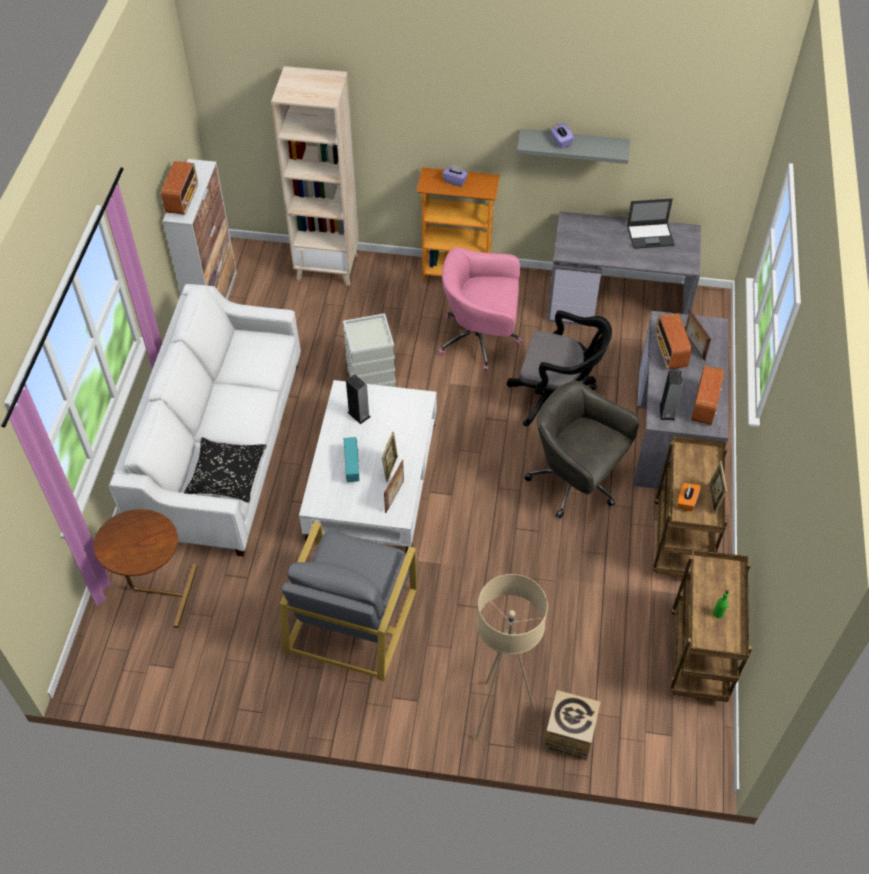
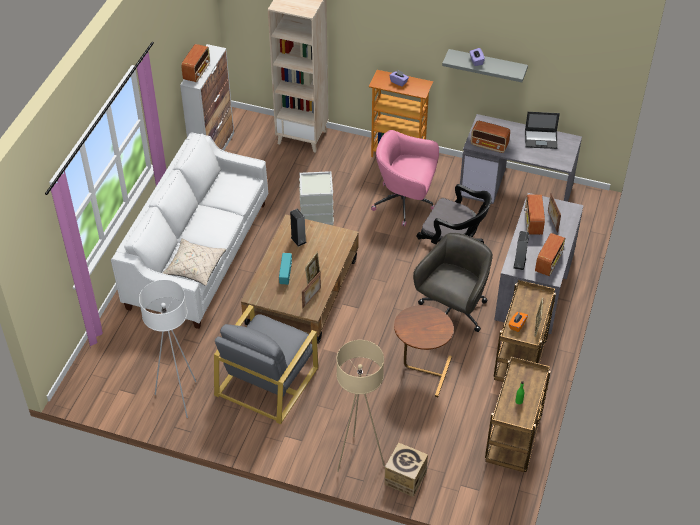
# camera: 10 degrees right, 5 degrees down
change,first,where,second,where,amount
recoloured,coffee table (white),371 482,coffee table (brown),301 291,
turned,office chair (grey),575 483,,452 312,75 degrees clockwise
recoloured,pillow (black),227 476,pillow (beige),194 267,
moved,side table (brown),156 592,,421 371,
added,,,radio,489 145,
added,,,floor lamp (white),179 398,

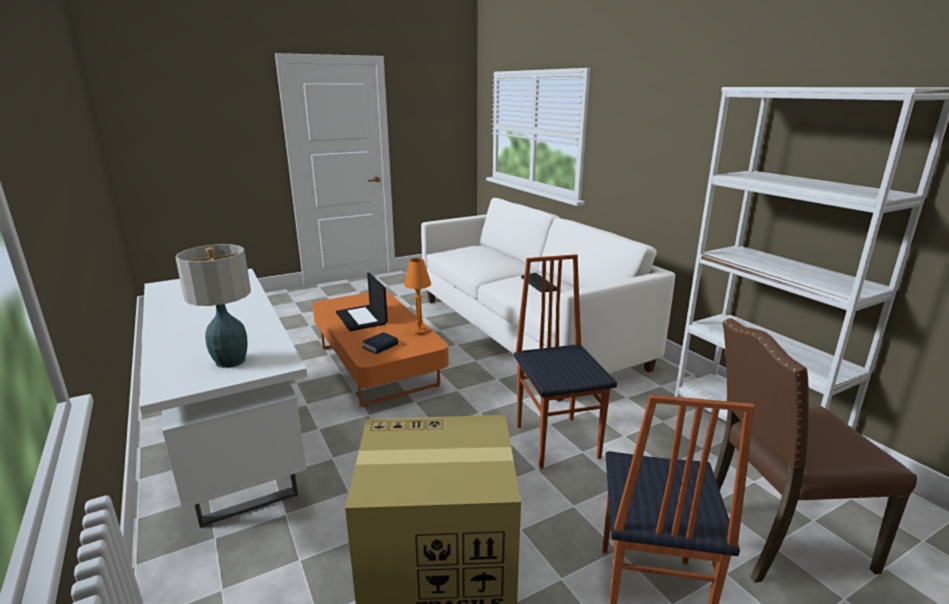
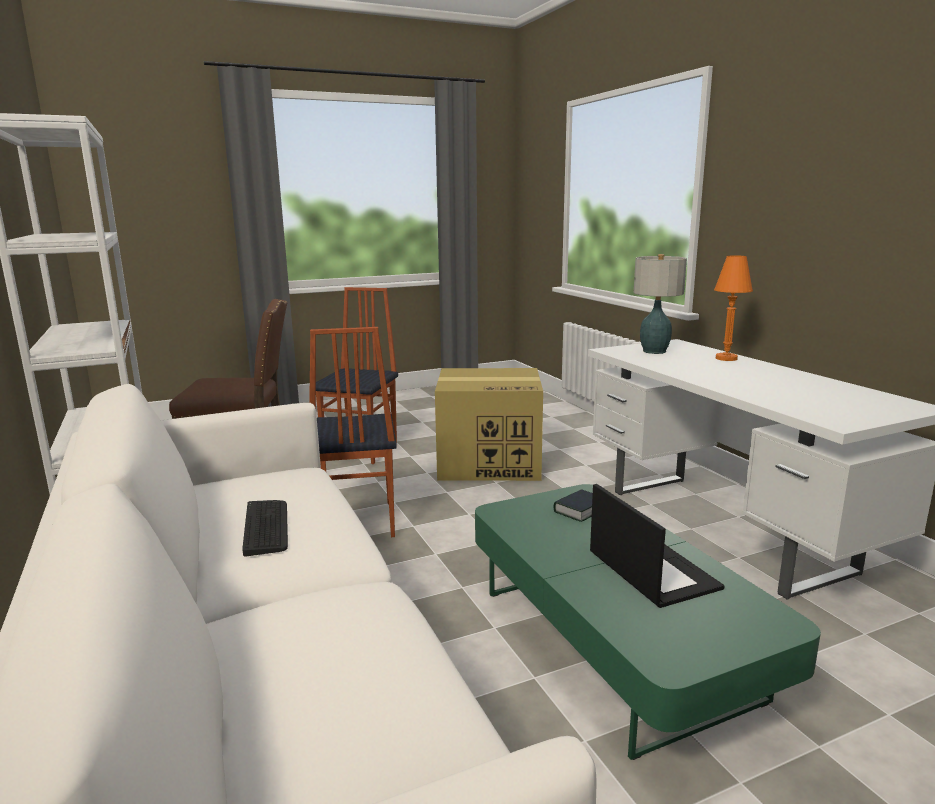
# camera: 175 degrees left, 5 degrees down
change,first,where,second,where,amount
moved,table lamp (orange),419 331,,726 358,
recoloured,coffee table (orange),377 366,coffee table (green),613 642,

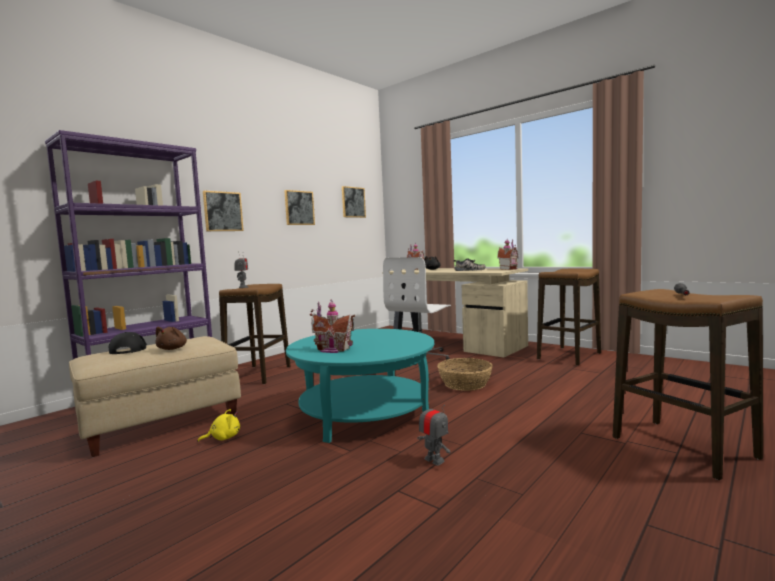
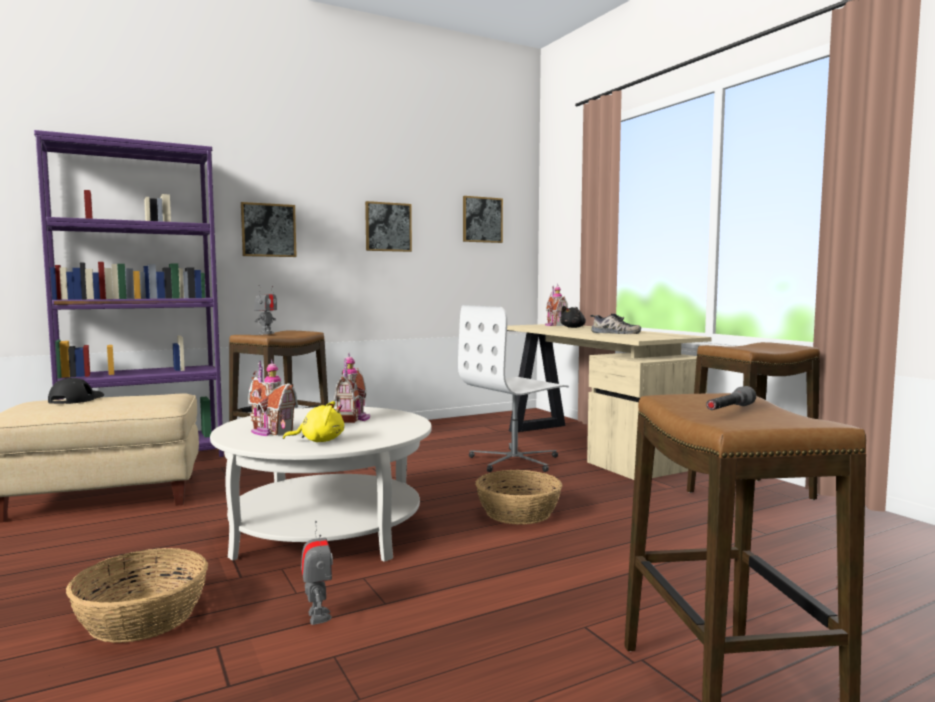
# camera: 20 degrees right, 0 degrees up
change,first,where,second,where,amount
moved,toy house,509 269,,355 418,
removed,plush toy (brown),173 349,,,
recoloured,coffee table (turquoise),364 413,coffee table (white),326 529,
moved,plush toy (yellow),223 438,,319 441,
added,,,basket,141 617,

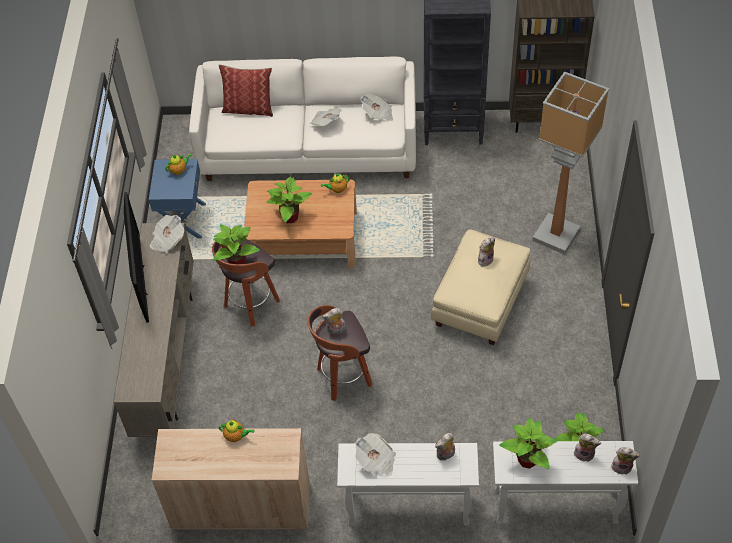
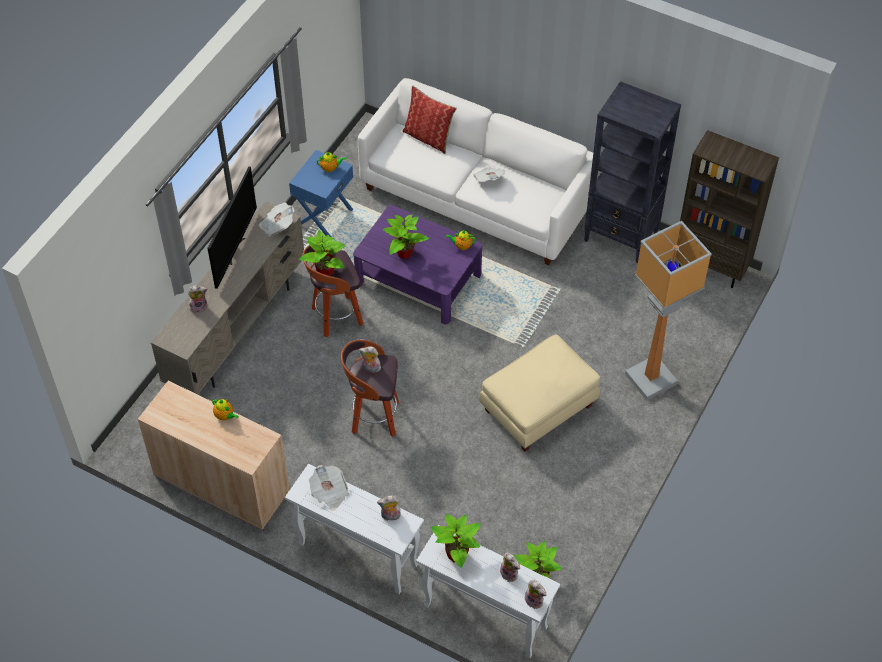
# camera: 25 degrees right, 0 degrees up
change,first,where,second,where,amount
removed,newspaper,378 113,,,
recoloured,coffee table (brown),303 238,coffee table (purple),418 279,
moved,plush toy,485 259,,199 306,

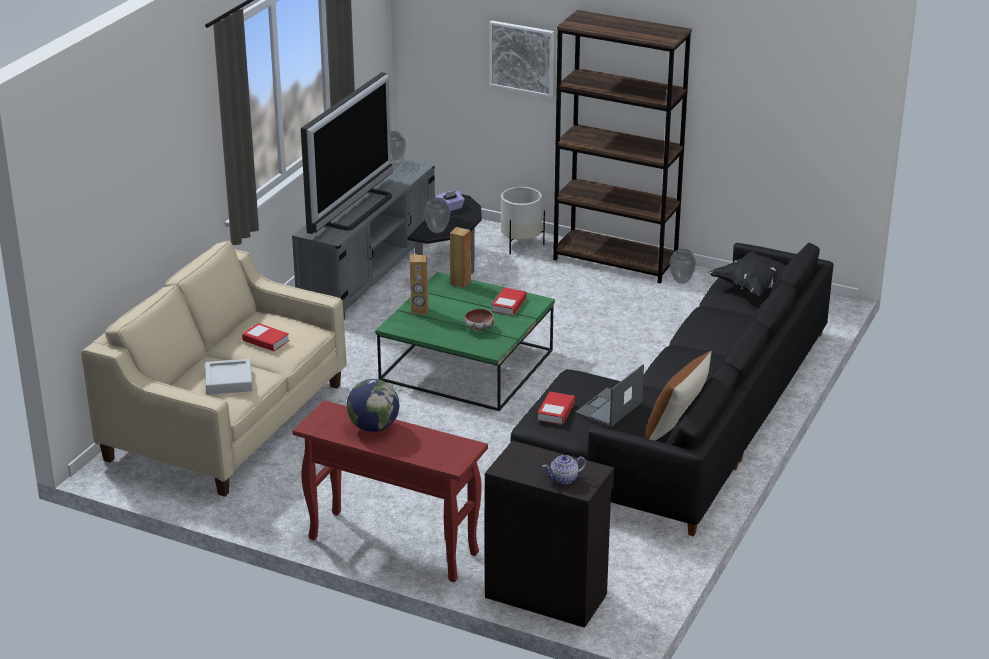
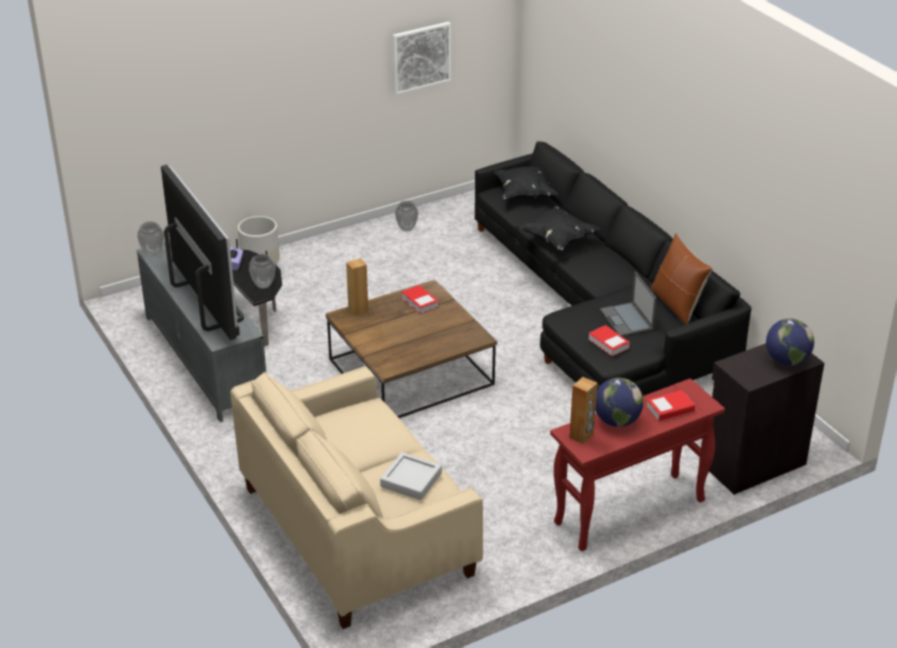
# camera: 55 degrees left, 5 degrees up
change,first,where,second,where,amount
removed,bookcase (brown),615 261,,,
moved,picture,522 58,,421 57,
moved,speaker (brown),419 310,,581 436,
recoloured,coffee table (green),467 366,coffee table (brown),412 372,
removed,bowl,479 328,,,
moved,book,265 341,,670 409,
replaced,teapot,564 479,globe,786 361,
added,,,pillow (black),558 239,

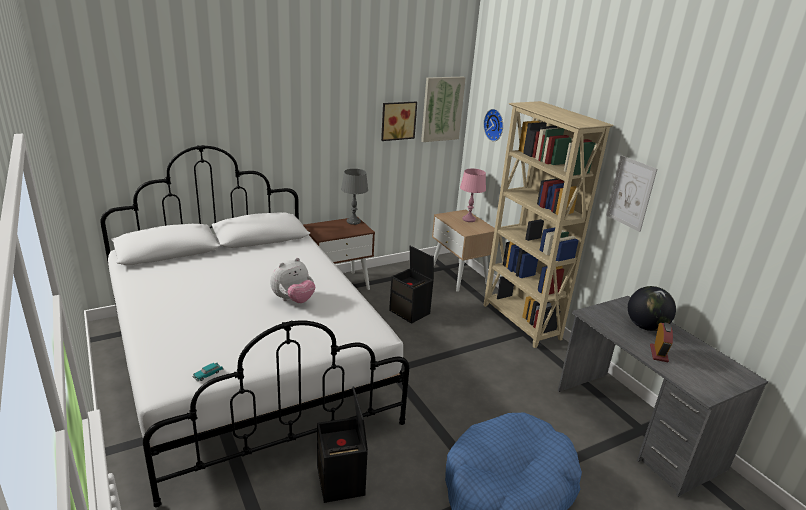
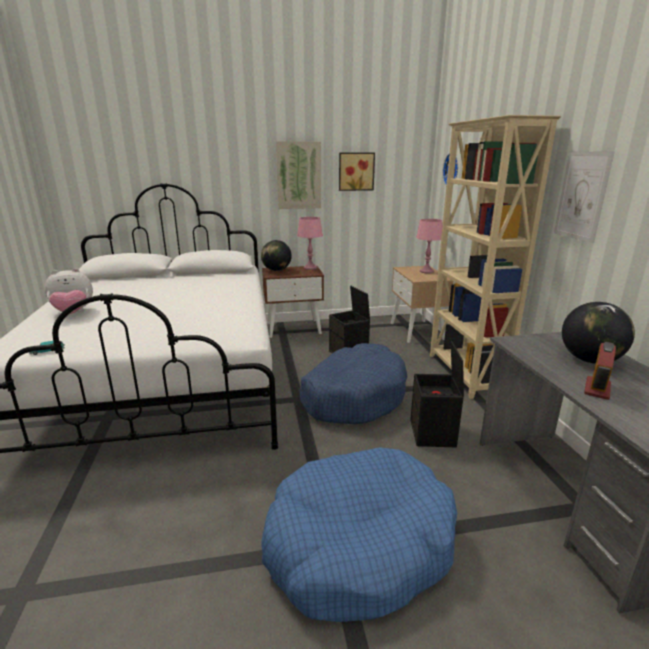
# camera: 20 degrees right, 5 degrees down
change,first,where,second,where,amount
moved,picture,442 109,,298 175,
recoloured,table lamp (grey),353 221,table lamp (pink),310 268,
moved,plush toy,293 300,,73 313,
moved,storage box (black),341 481,,433 434,
added,,,globe,276 270,
added,,,dog bed (blue),353 396,

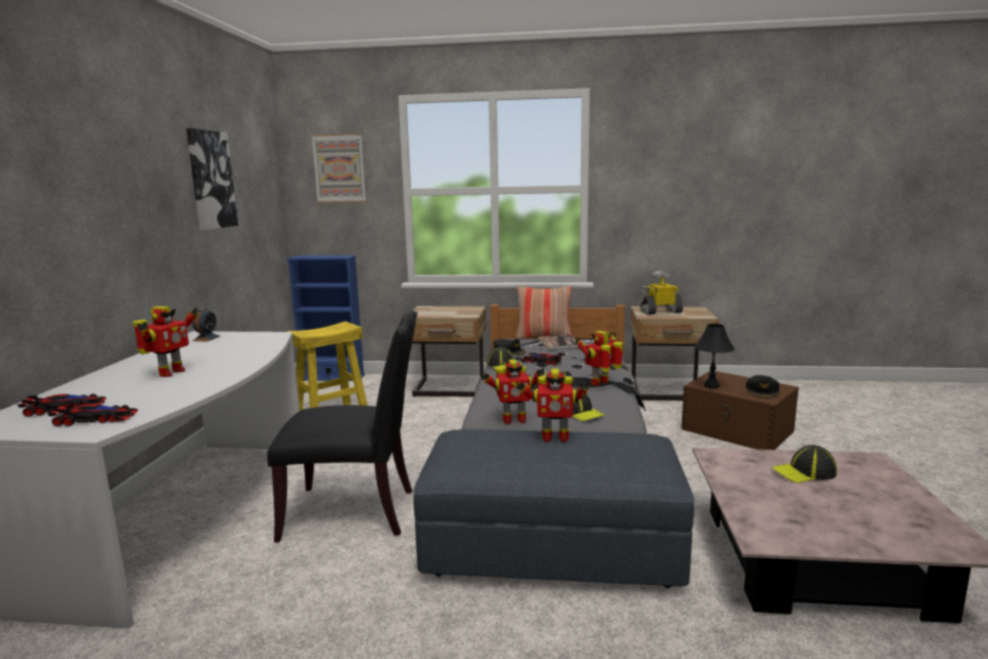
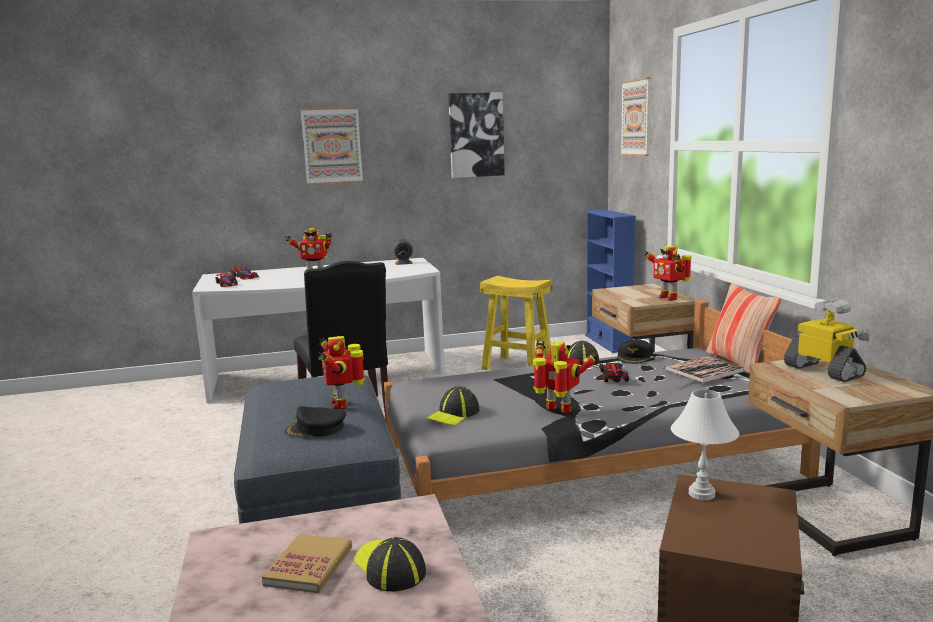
# camera: 70 degrees right, 0 degrees up
change,first,where,second,where,amount
recoloured,table lamp (black),711 386,table lamp (white),701 493,
moved,toy robot,513 420,,669 298,
moved,cap (black),762 391,,316 429,
added,,,picture,332 146,
added,,,book,309 566,

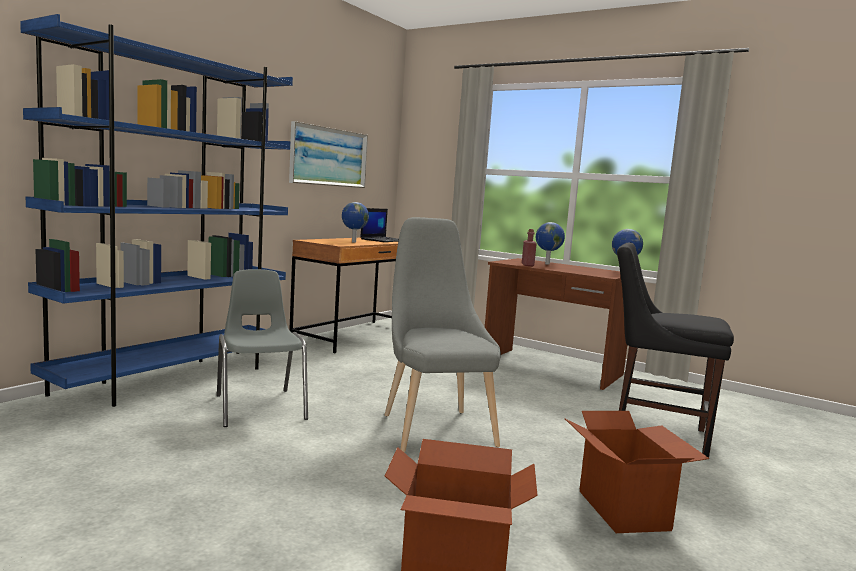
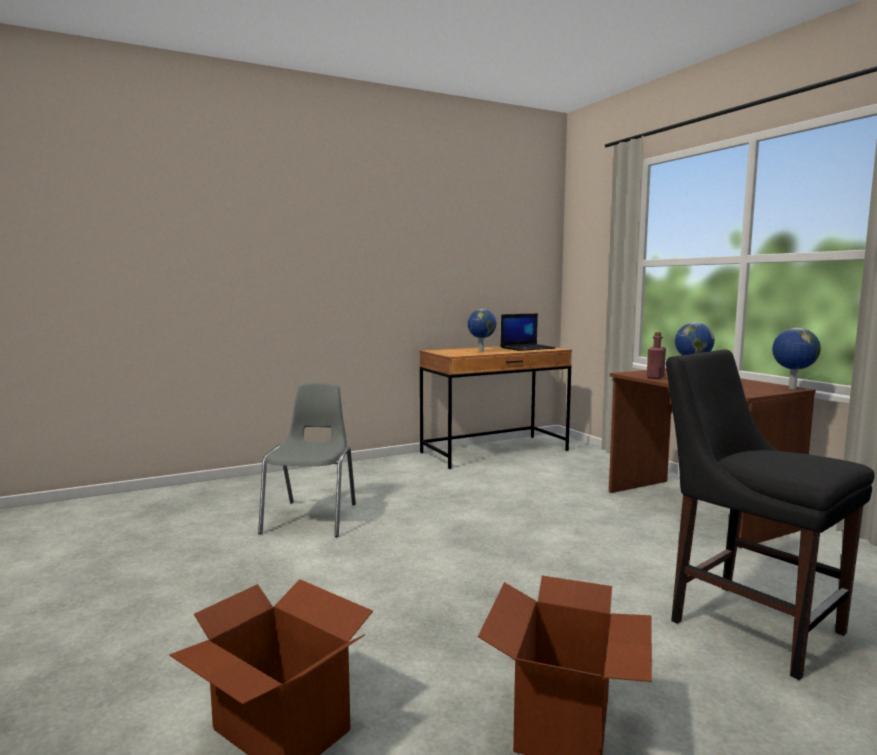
# camera: 30 degrees right, 0 degrees up
change,first,where,second,where,amount
removed,bookcase (blue),174 378,,,
removed,picture,329 157,,,
removed,chair (grey),434 427,,,

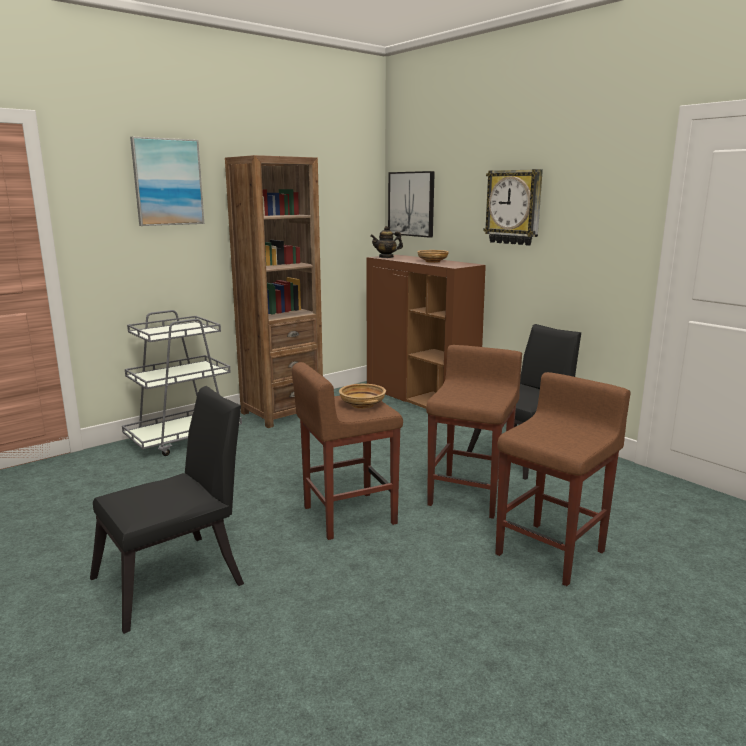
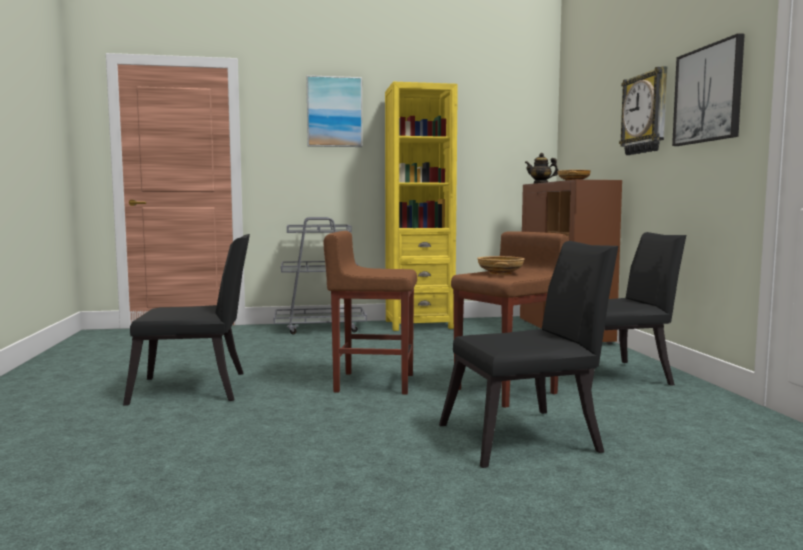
# camera: 30 degrees right, 10 degrees down
change,first,where,second,where,amount
recoloured,bookcase (brown),282 413,bookcase (yellow),419 324,
moved,picture,411 204,,708 94,
replaced,stool (brown),551 552,chair (black),528 438,
moved,bowl (beige),363 405,,500 273,

